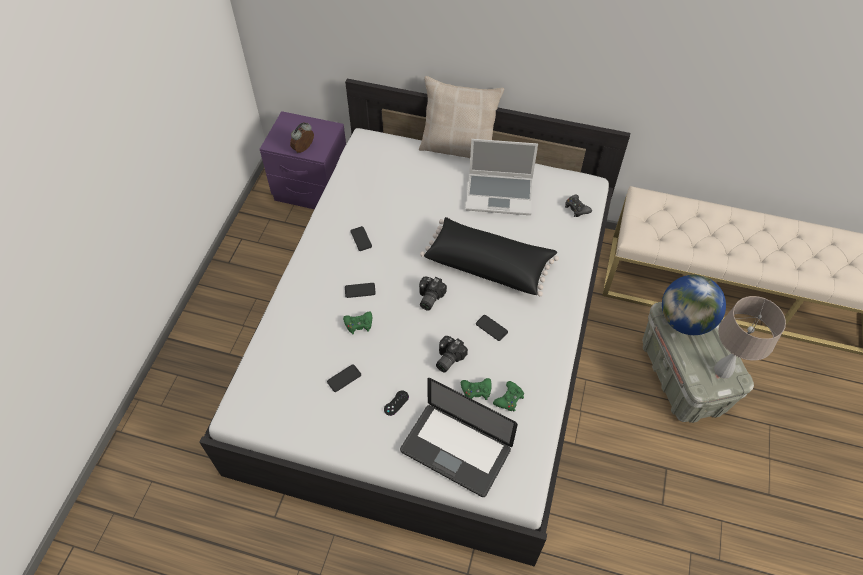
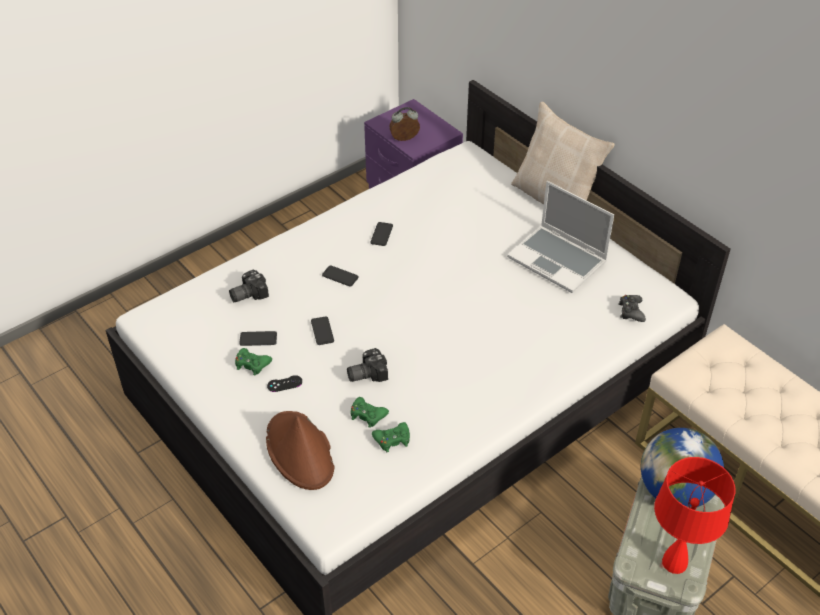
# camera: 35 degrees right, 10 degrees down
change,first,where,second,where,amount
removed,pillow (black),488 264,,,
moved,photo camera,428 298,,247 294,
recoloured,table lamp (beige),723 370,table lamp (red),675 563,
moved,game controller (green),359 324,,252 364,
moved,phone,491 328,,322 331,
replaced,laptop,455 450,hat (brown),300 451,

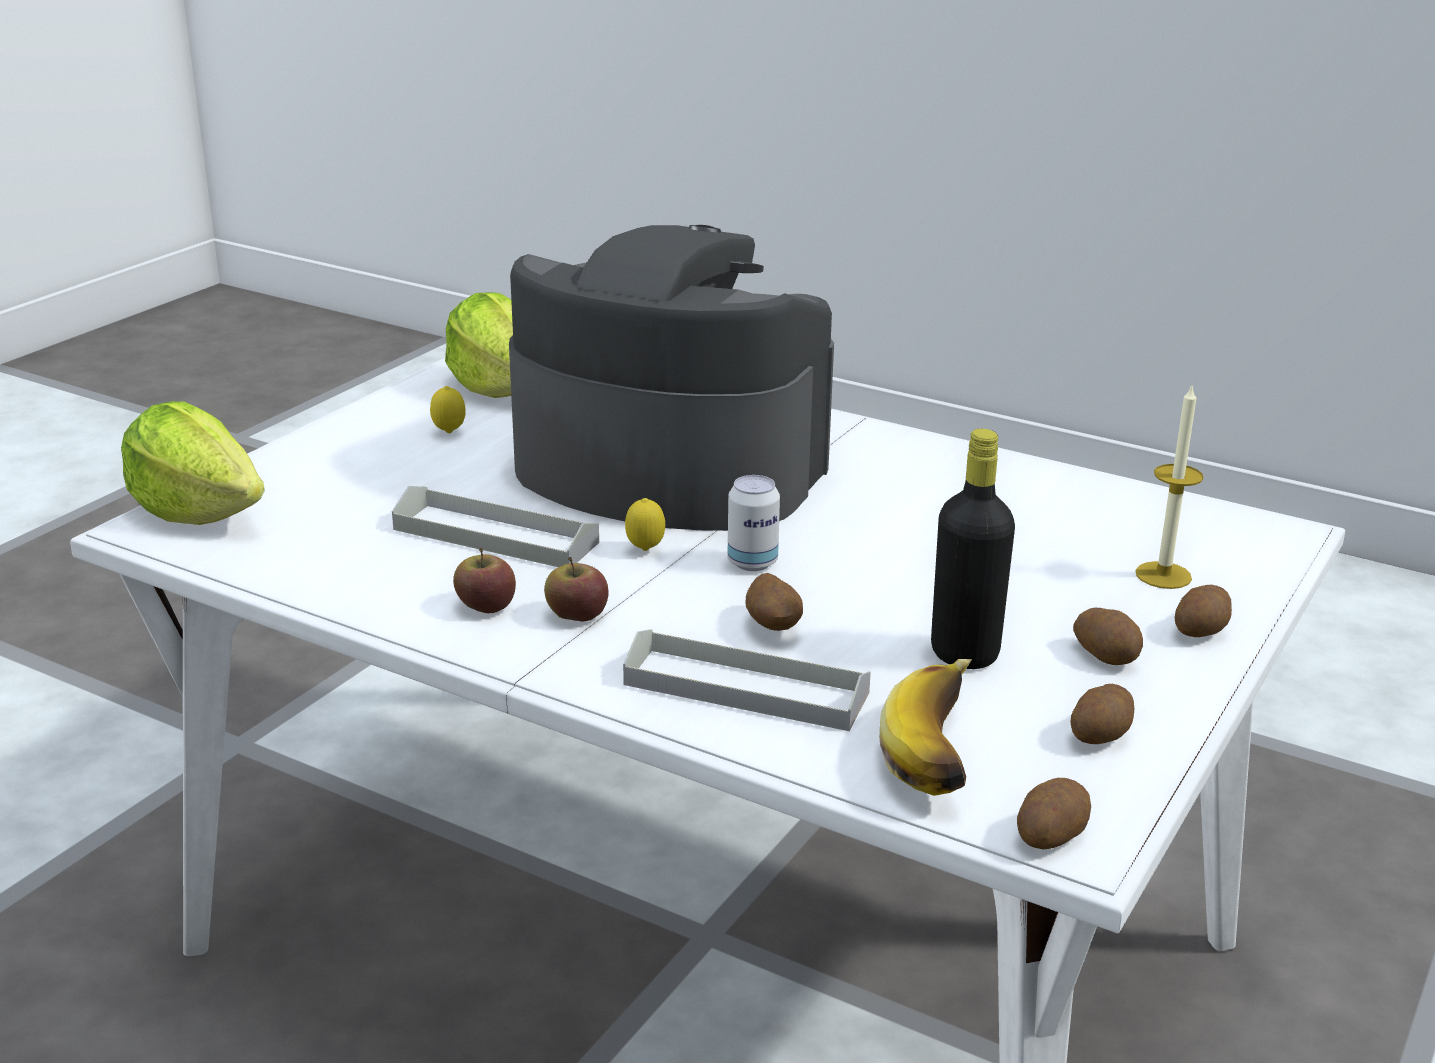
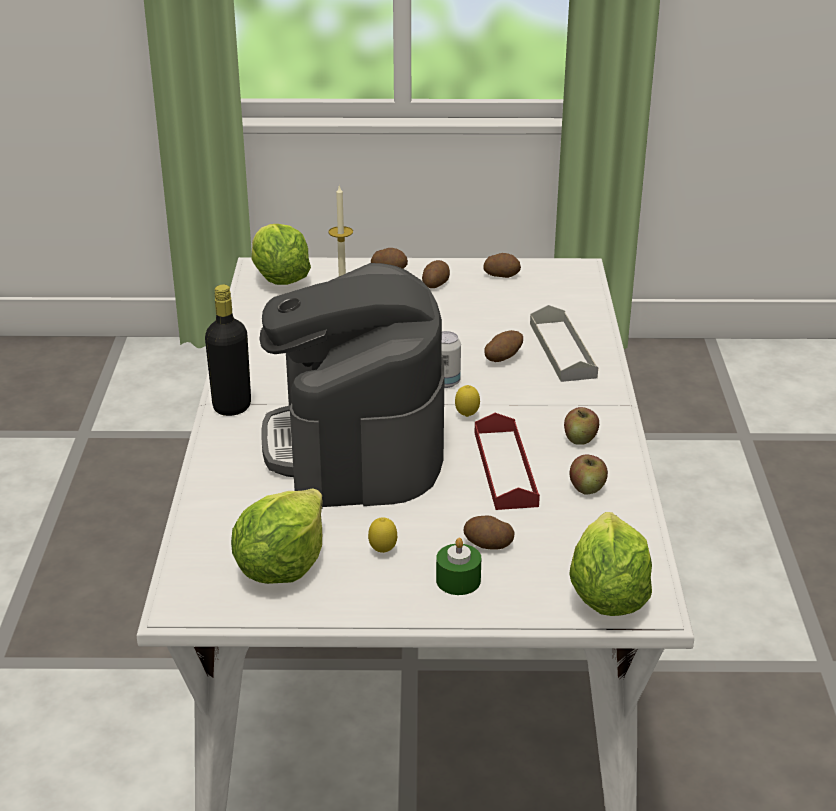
# camera: 120 degrees left, 5 degrees up
change,first,where,second,where,amount
moved,bottle (black),964 653,,232 407,
recoloured,tray (grey),495 536,tray (red),505 468,
moved,apple,576 615,,587 488,
removed,banana,948 753,,,
moved,potato,1049 835,,488 545,
added,,,lettuce,279 279,
added,,,candle (green),458 580,

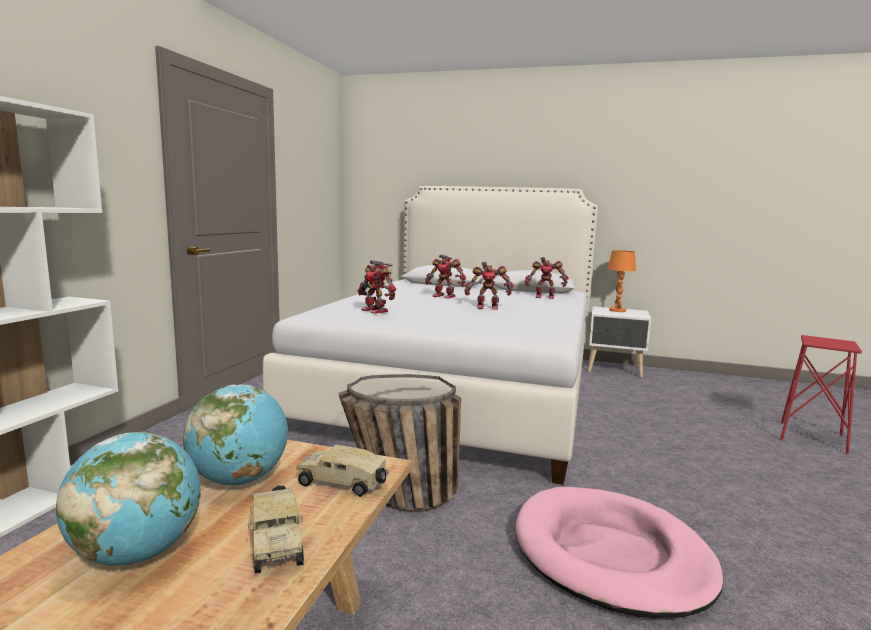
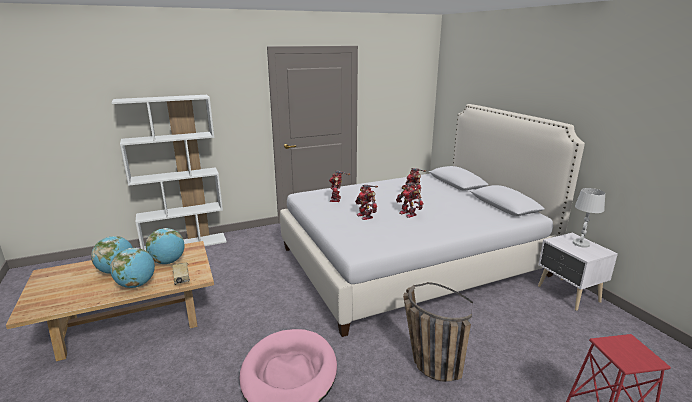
# camera: 50 degrees right, 10 degrees up
change,first,where,second,where,amount
recoloured,table lamp (orange),617 310,table lamp (white),581 243,
moved,toy robot,544 297,,366 216,
moved,basket,396 498,,426 361,
replaced,toy truck,275 541,globe,136 285,

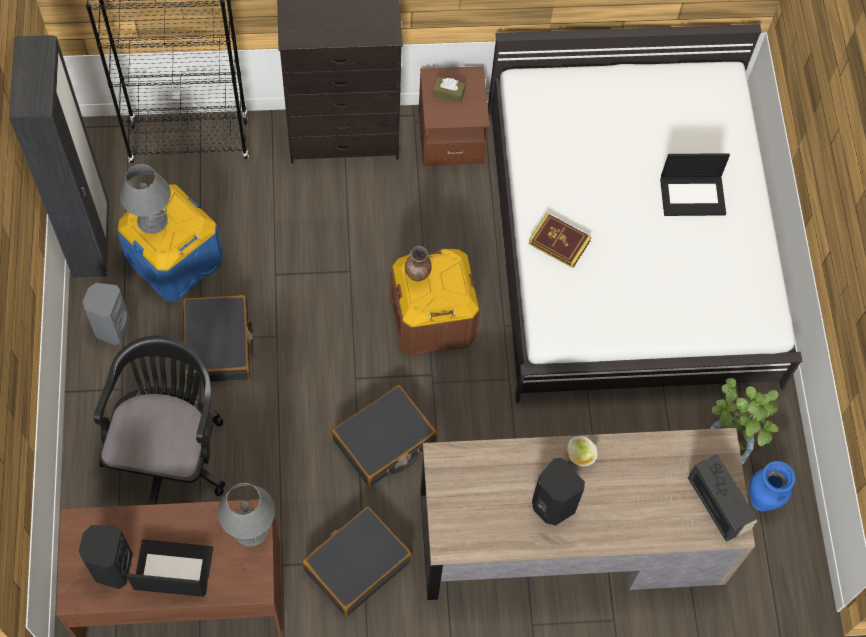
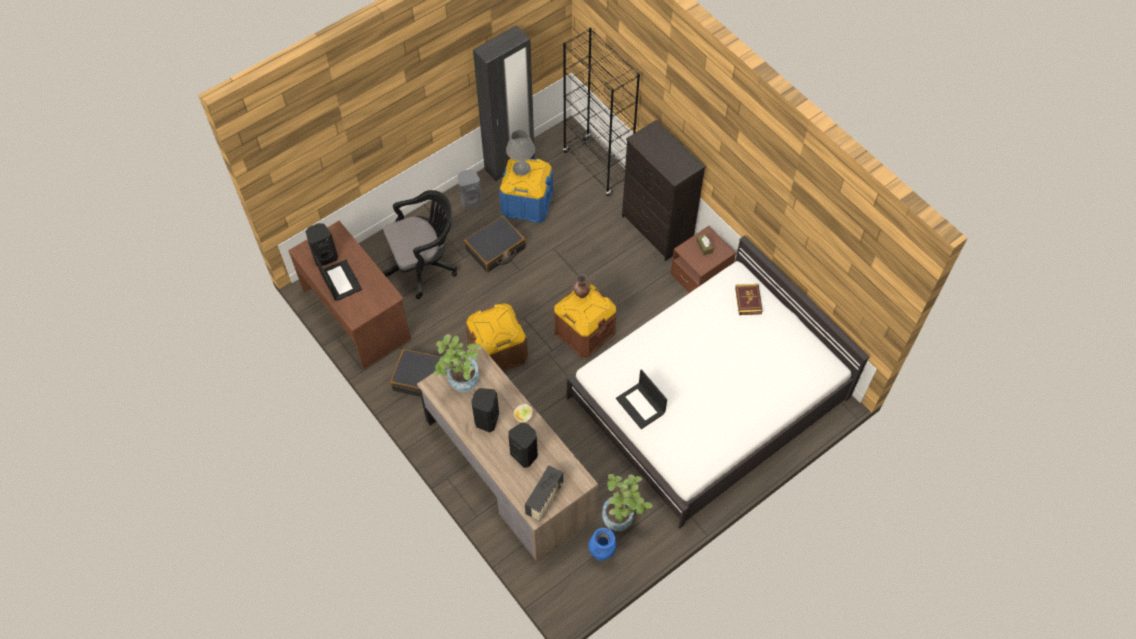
# camera: 60 degrees right, 5 degrees down
change,first,where,second,where,amount
moved,laptop,693 195,,641 406,
moved,book,559 242,,748 300,
replaced,suitcase (black),384 442,storage box (brown),498 351,
removed,table lamp (grey),250 529,,,
added,,,potted plant,461 382,
added,,,speaker (black),525 454,

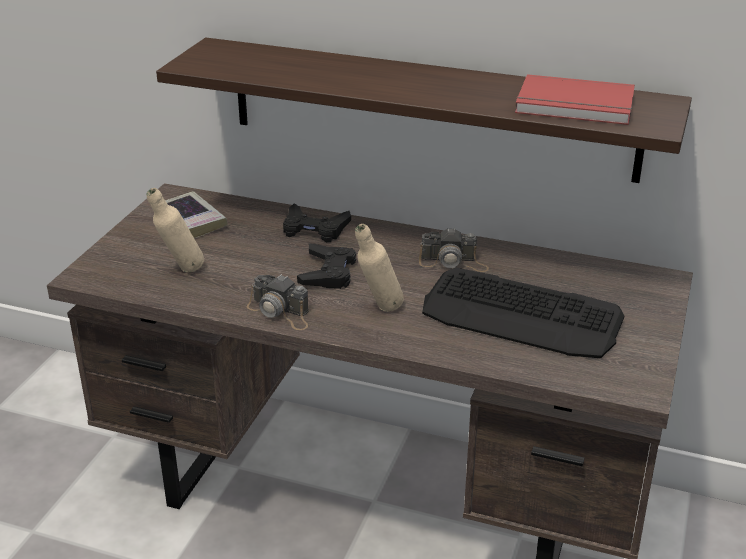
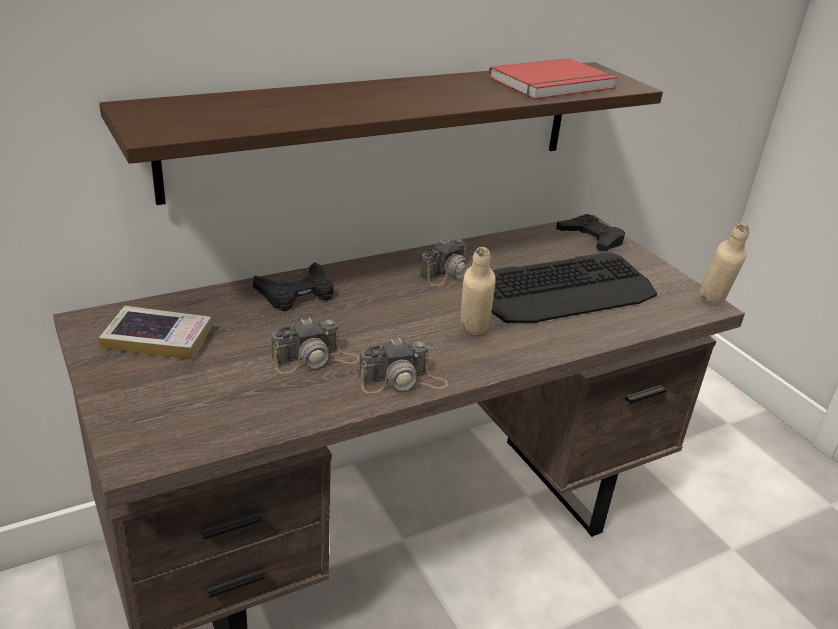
# camera: 50 degrees left, 0 degrees up
change,first,where,second,where,amount
moved,bottle (beige),181 272,,712 307,
moved,game controller (black),328 272,,591 238,
added,,,photo camera,315 359,

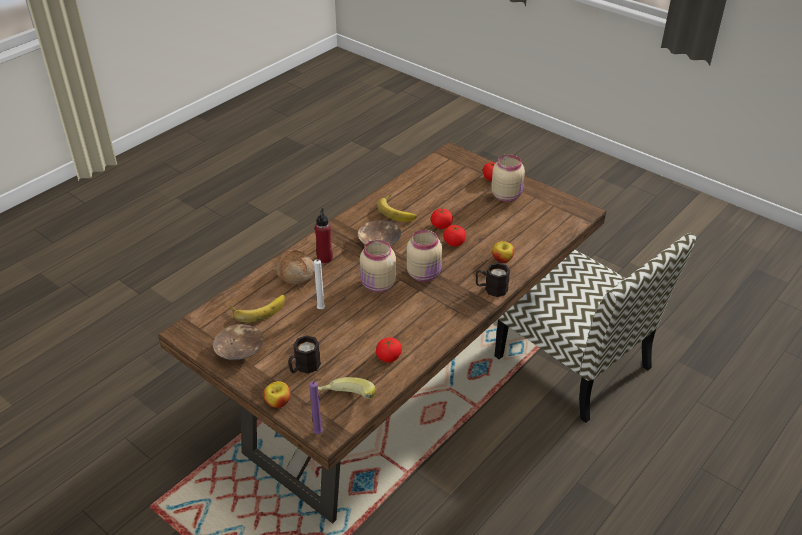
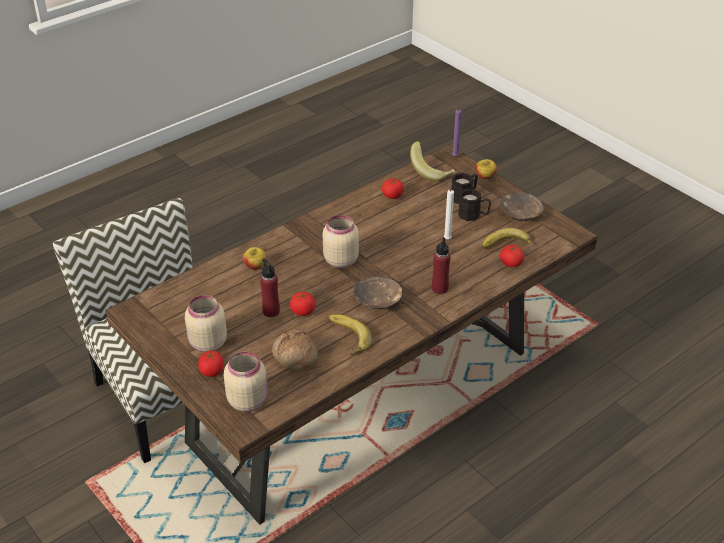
# camera: 170 degrees left, 0 degrees up
change,first,where,second,where,amount
moved,tomato,454 243,,511 263,
moved,jar (beige),378 285,,248 400,
moved,bread,296 273,,294 357,
moved,mug (black),491 289,,473 215,
added,,,bottle (red),271 311,

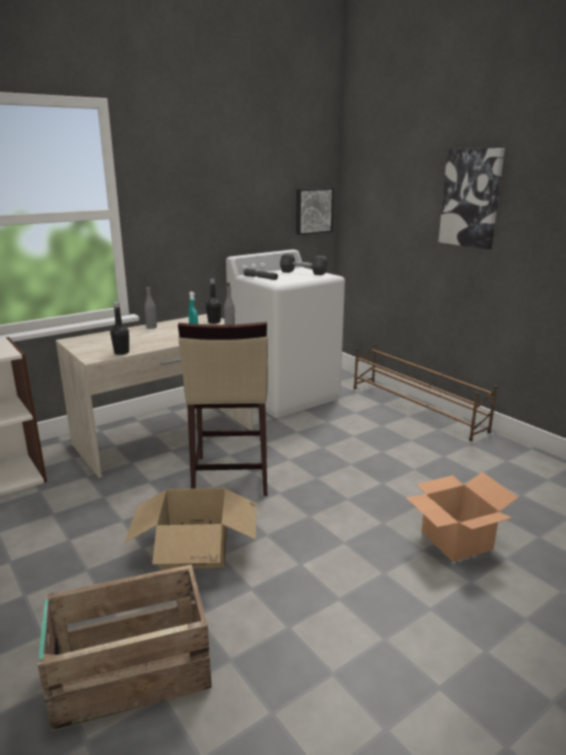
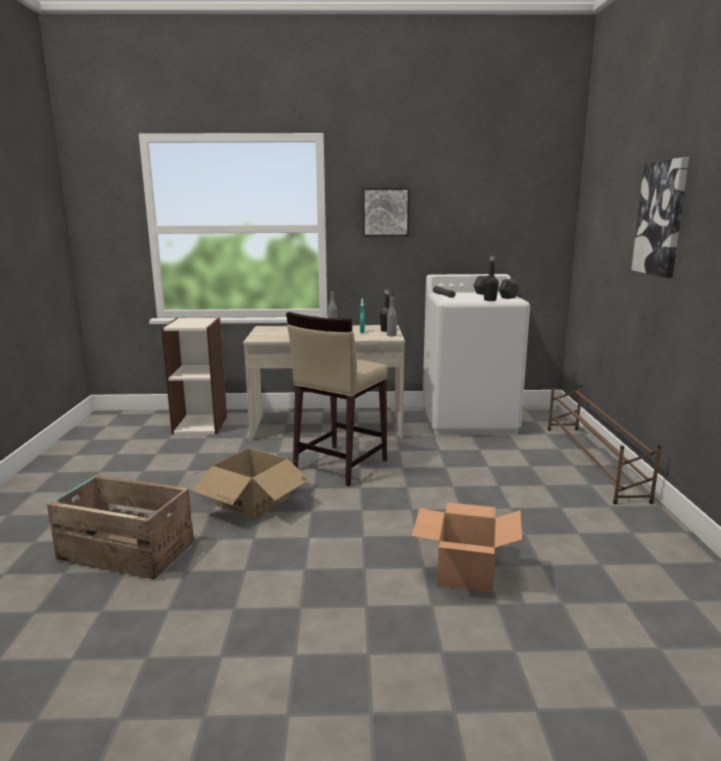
# camera: 35 degrees right, 5 degrees down
change,first,where,second,where,amount
moved,picture,313 210,,385 212,
moved,bottle (black),121 352,,490 300,

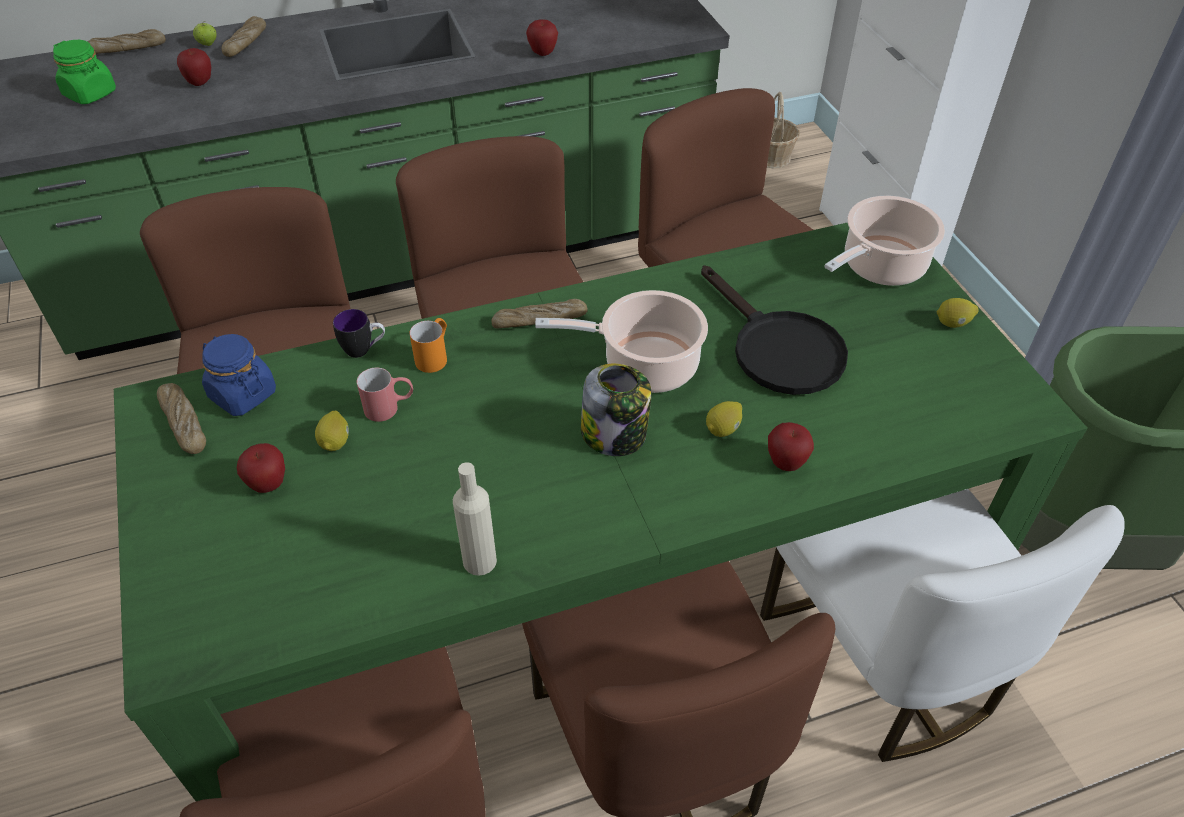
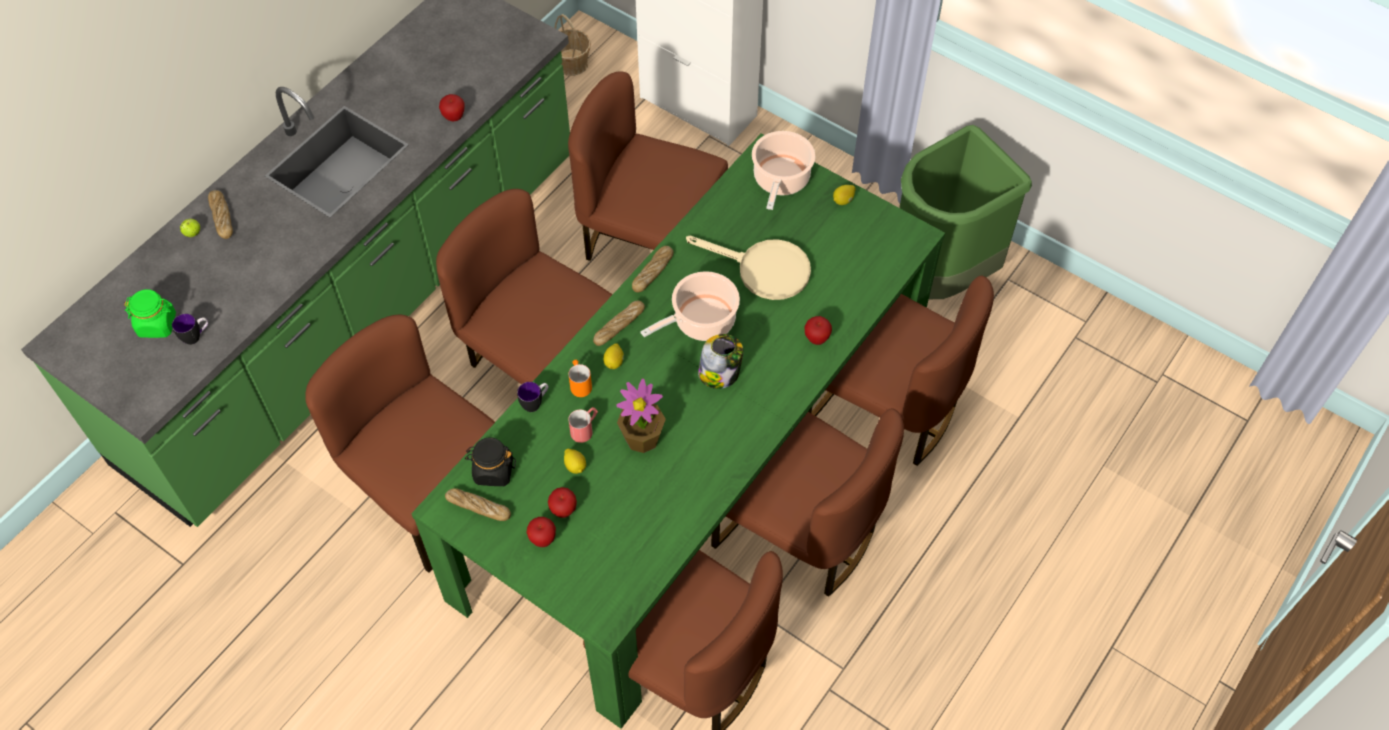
# camera: 35 degrees left, 10 degrees up
change,first,where,second,where,amount
moved,bread,127 49,,653 272,
moved,apple,200 83,,543 539,
recoloured,frying pan (black),777 348,frying pan (beige),763 270,
recoloured,jar (blue),242 394,jar (black),493 471,
moved,lemon,723 429,,614 362,
removed,bottle (beige),479 561,,,
recoloured,chair (white),883 659,chair (brown),884 409,
added,,,mug,196 336,
added,,,potted plant,642 437,

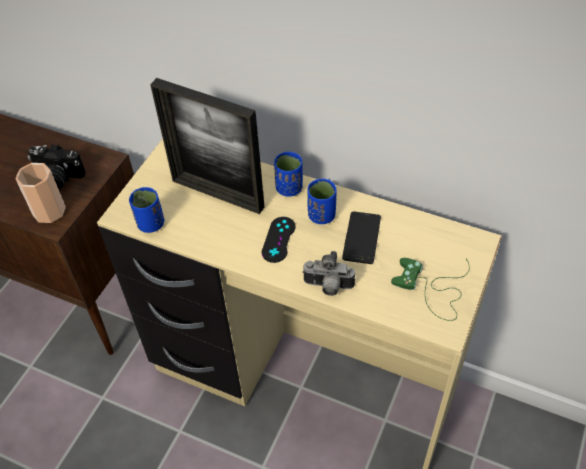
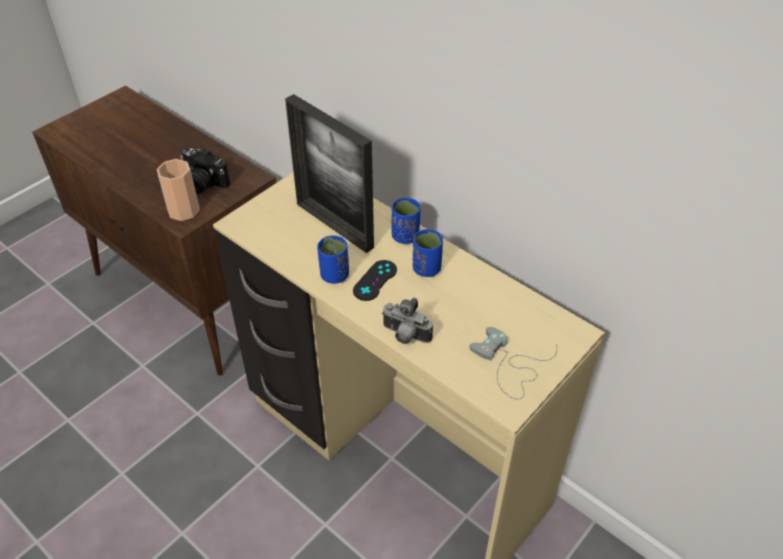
# camera: 15 degrees right, 5 degrees down
change,first,where,second,where,amount
moved,cup (blue),151 224,,334 275,
removed,phone,361 238,,,
recoloured,game controller (green),432 289,game controller (grey),510 365,

